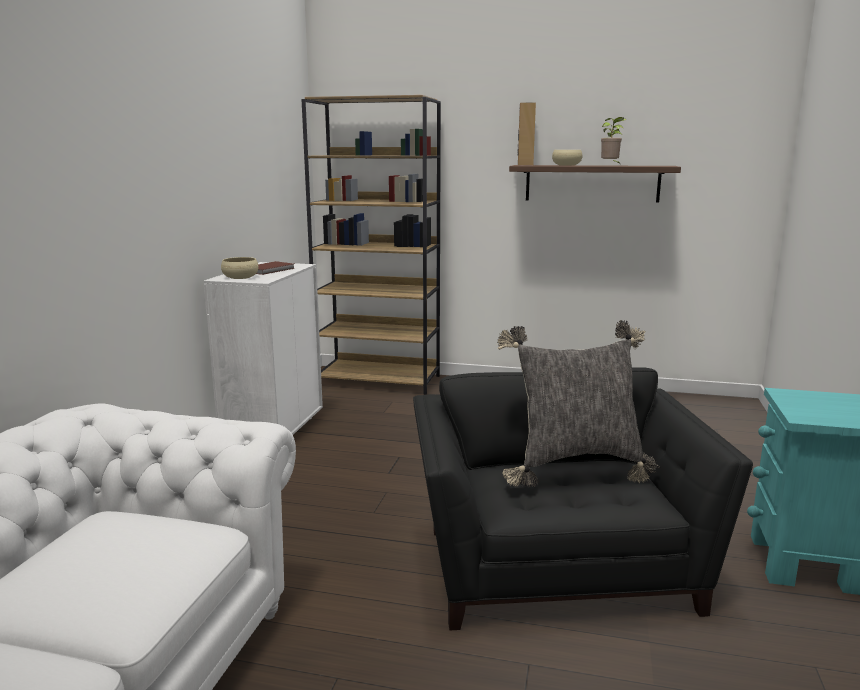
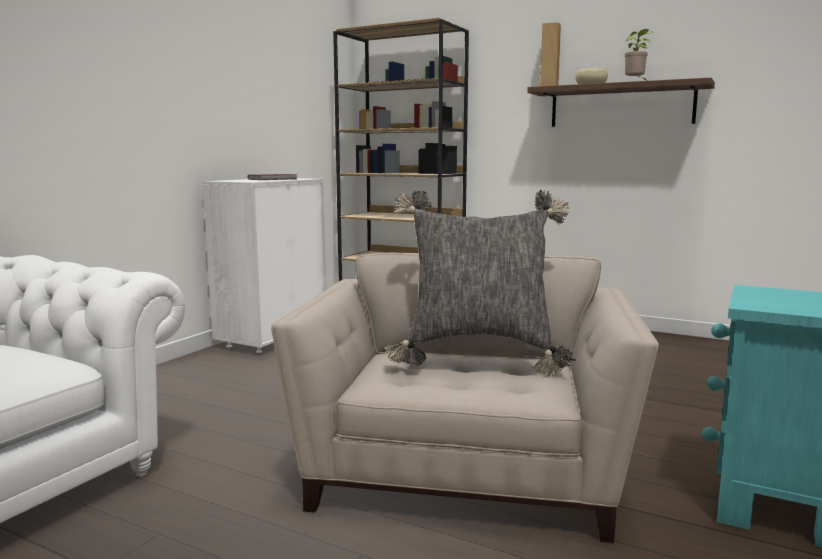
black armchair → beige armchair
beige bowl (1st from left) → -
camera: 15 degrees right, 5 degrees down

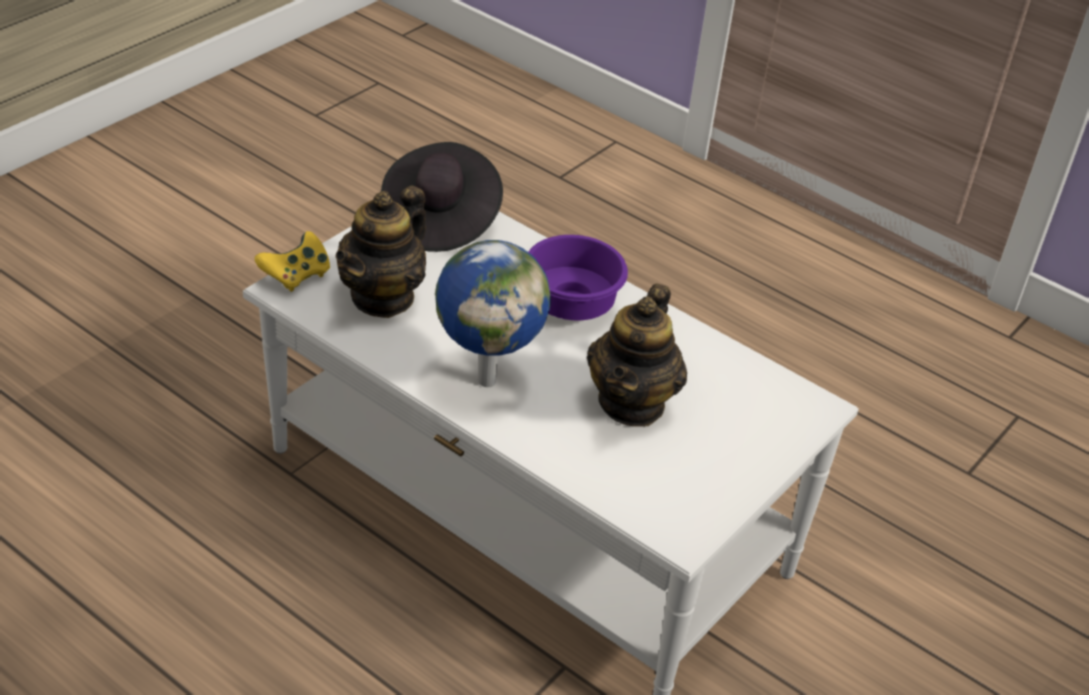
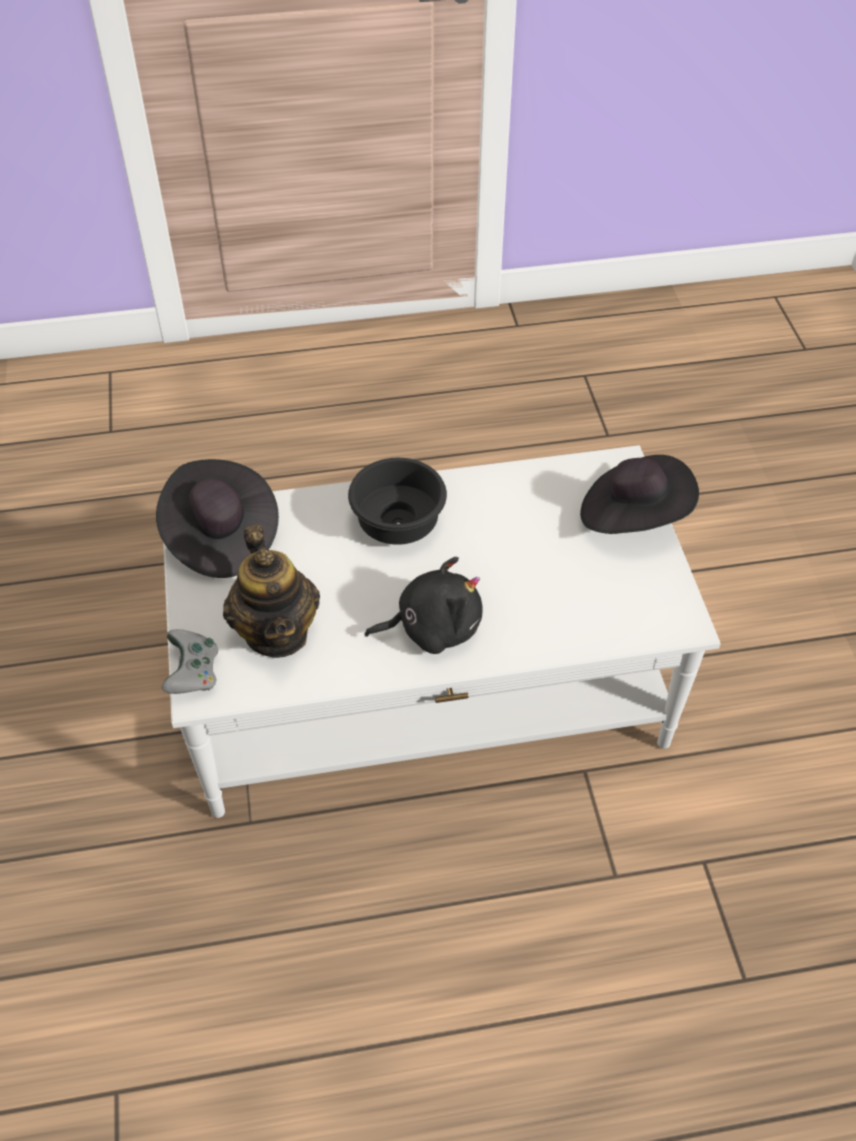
yellow game controller → grey game controller
purple bowl → black bowl
globe → black plush toy
- → black hat (2nd from left)
teapot (2nd from left) → -
camera: 45 degrees left, 10 degrees up

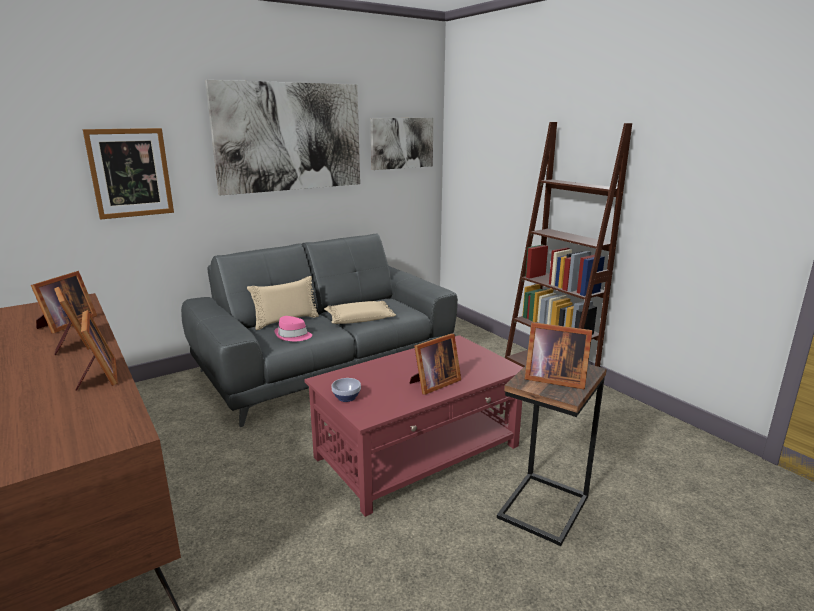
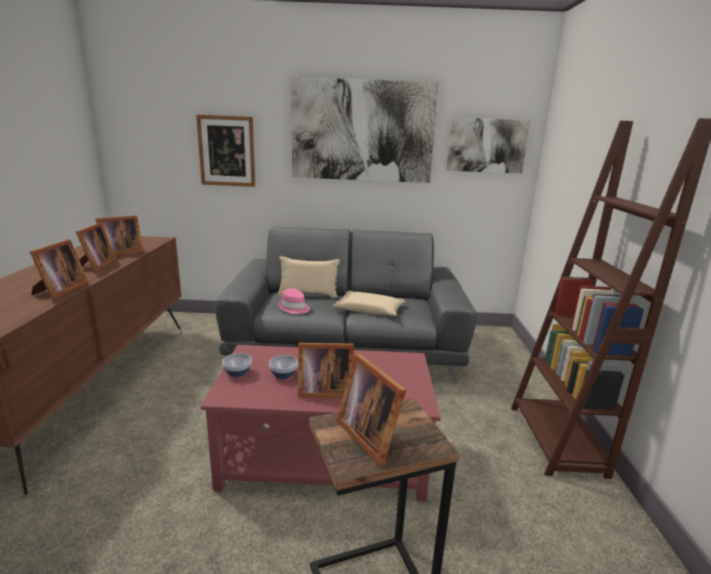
- → bowl (2nd from left)
camera: 35 degrees right, 0 degrees up

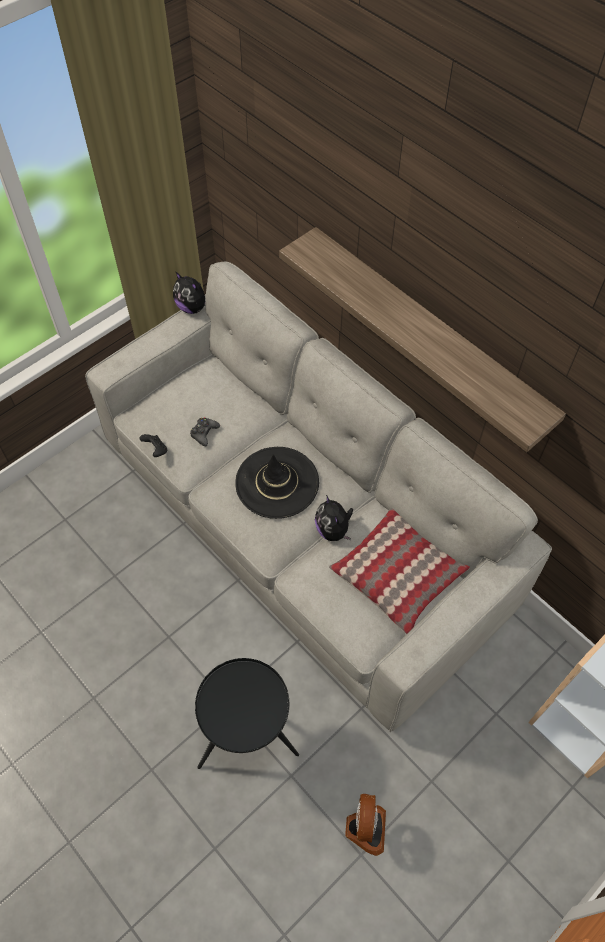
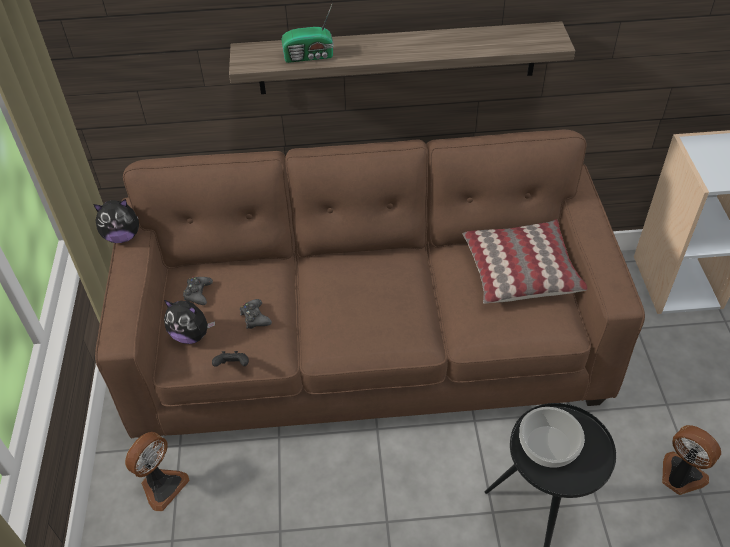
grey sofa → brown sofa
- → fan (1st from left)
plush toy (2nd from left), move
- → black game controller (1st from left)
- → radio
- → bowl
black hat → -
camera: 50 degrees left, 10 degrees down

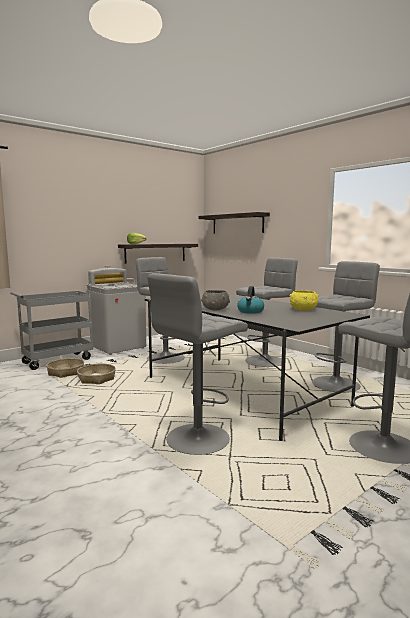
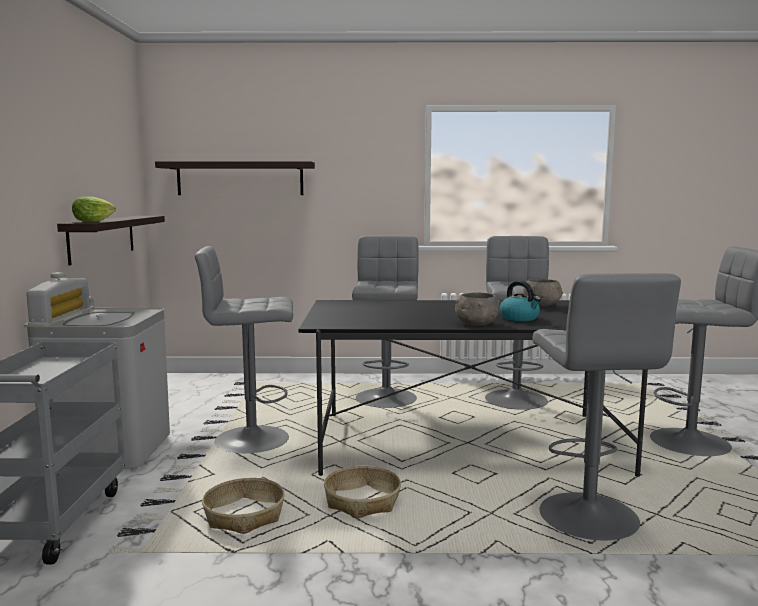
basket (1st from left in the first image) → basket (2nd from left), move
yellow bowl → grey bowl (2nd from left)
camera: 50 degrees left, 0 degrees up

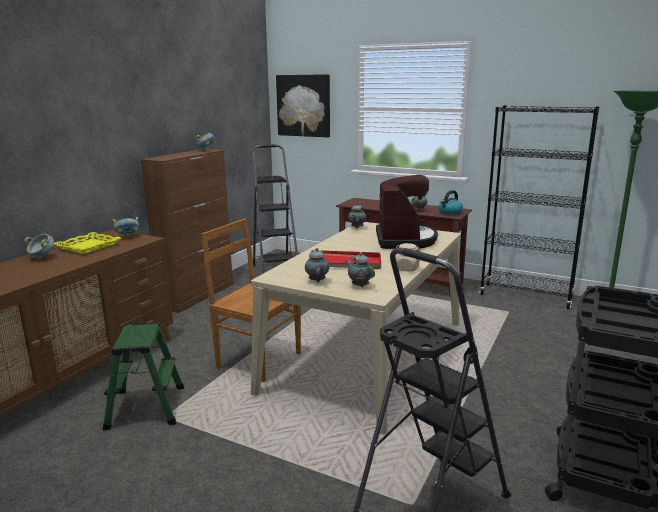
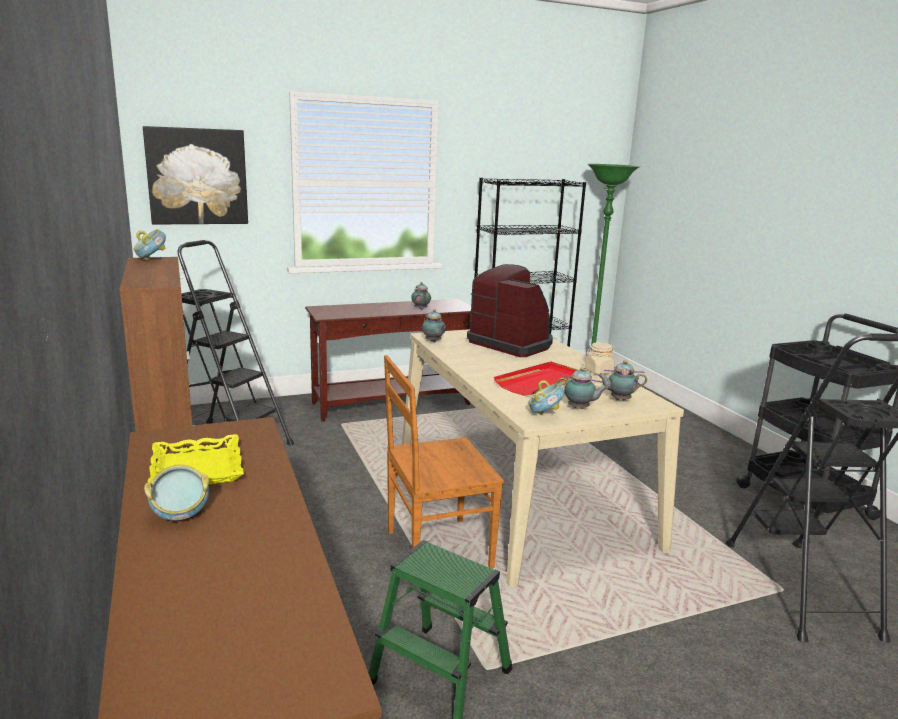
bowl (2nd from left in the first image) → bowl (3rd from left), move
kettle → -
camera: 50 degrees left, 0 degrees up

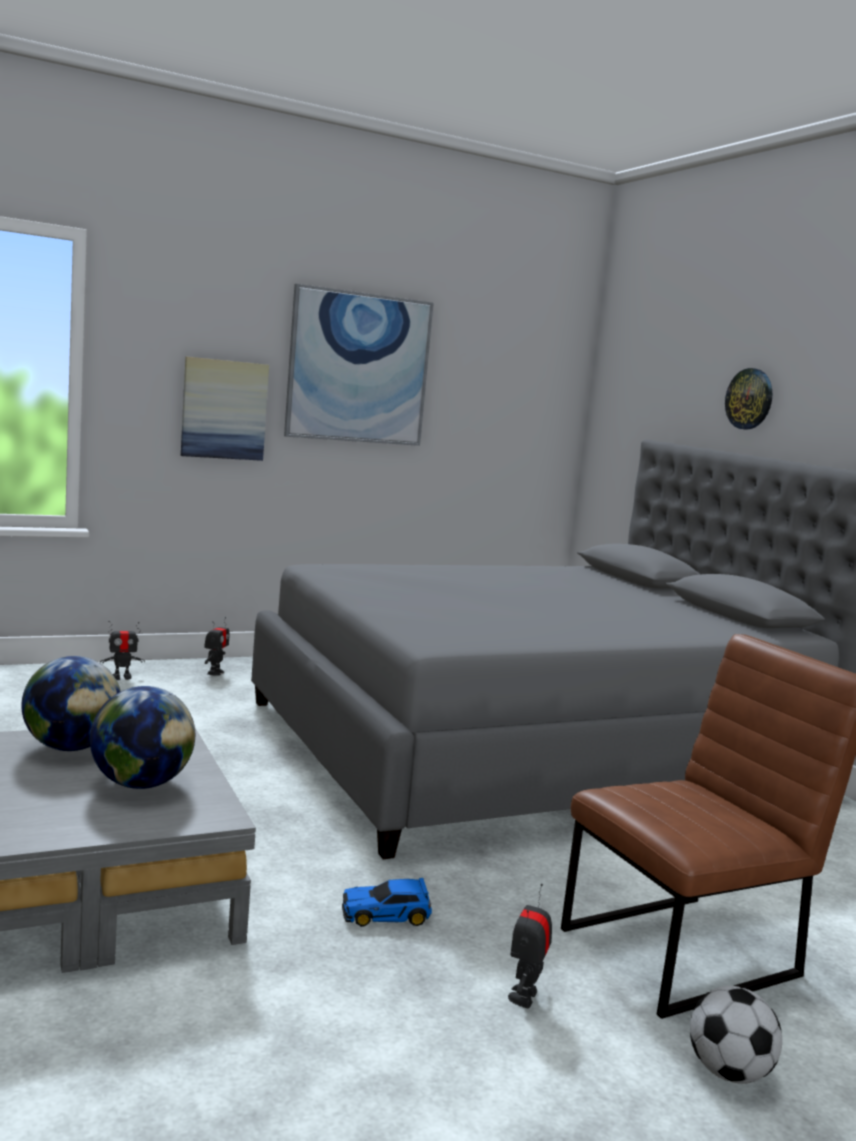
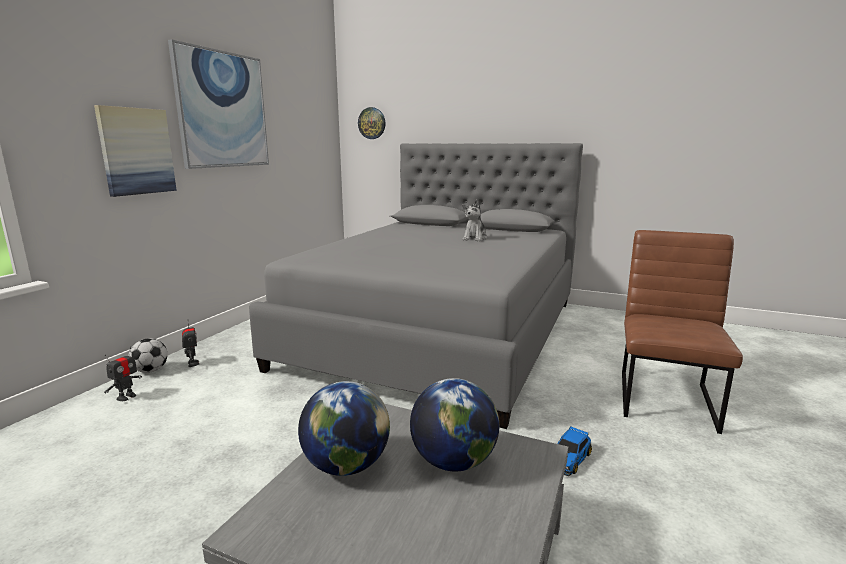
football, move
wall clock, move
- → plush toy
toy robot (3rd from left) → -
camera: 40 degrees left, 5 degrees up

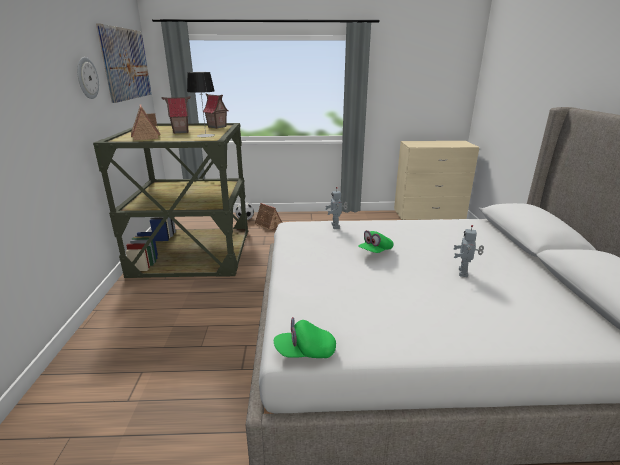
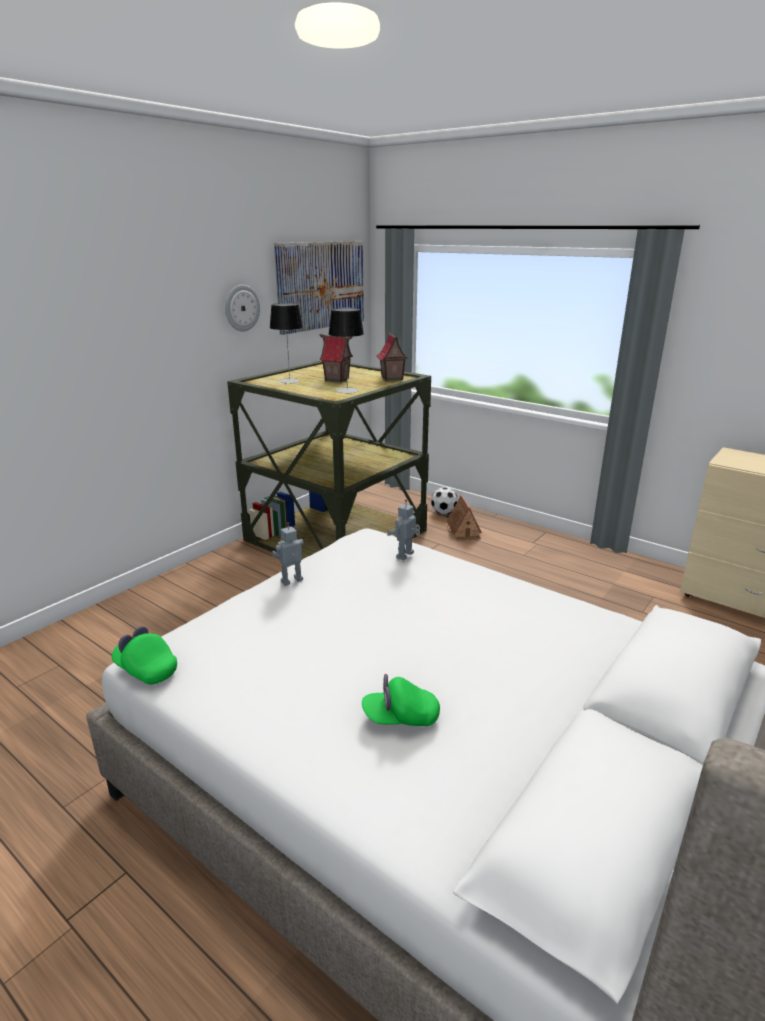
toy house (1st from left) → table lamp (1st from left)
toy robot (2nd from left in the first image) → toy robot (1st from left), move
green cap (2nd from left), move
camera: 40 degrees right, 0 degrees up

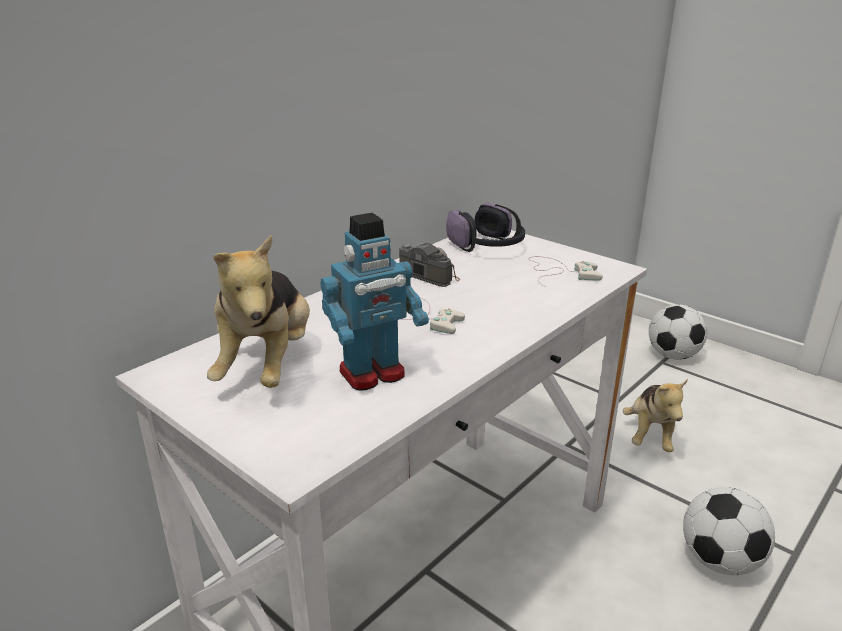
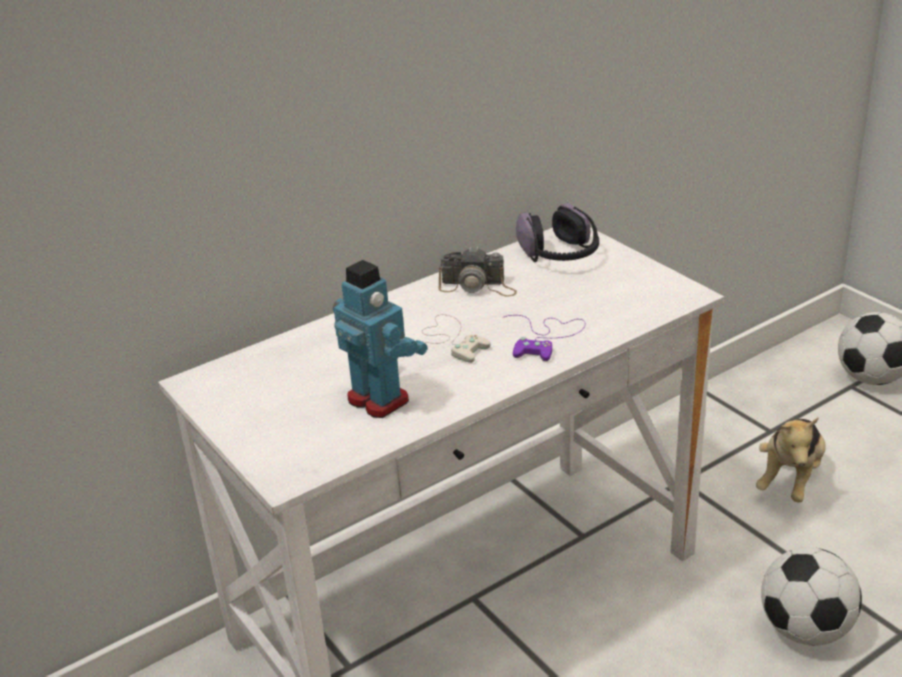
toy robot, 120 degrees counterclockwise
photo camera, 135 degrees clockwise
- → purple game controller
plush toy (1st from left) → -
white game controller (2nd from left) → -
camera: 15 degrees right, 5 degrees up

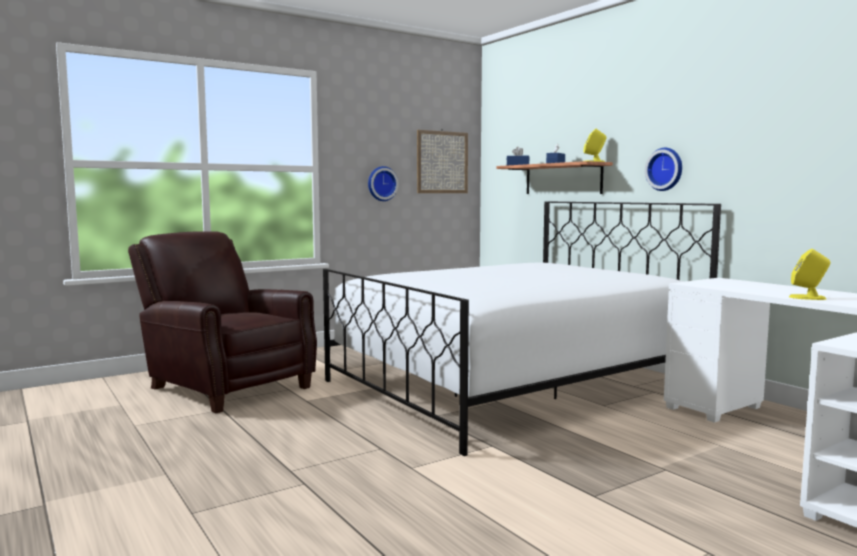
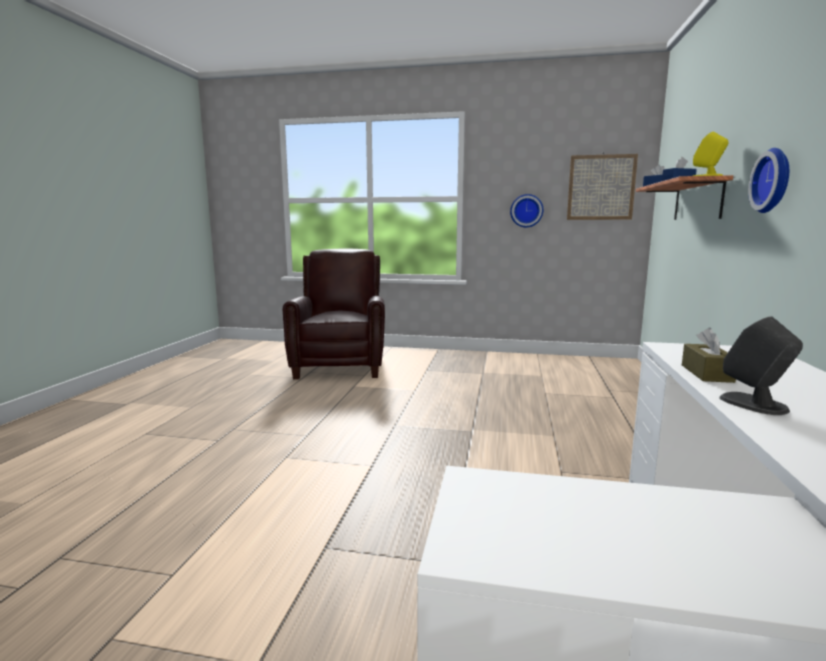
- → brown tissue box
yellow speaker (2nd from left) → grey speaker
white bed → -
camera: 45 degrees right, 5 degrees up

